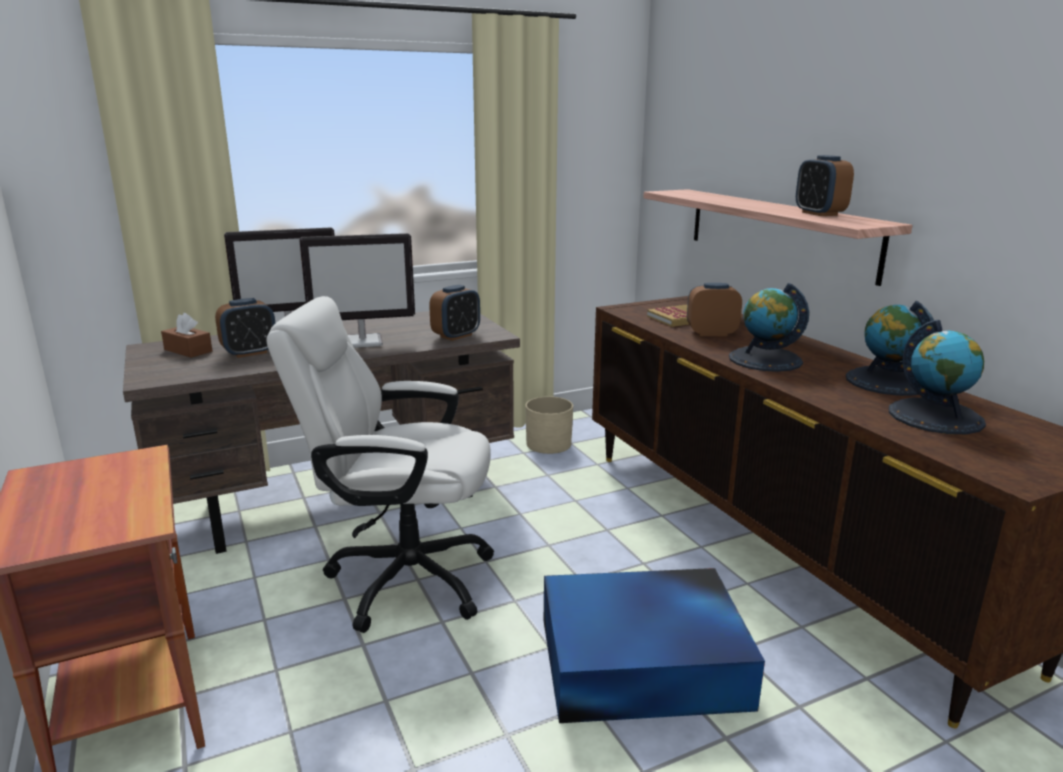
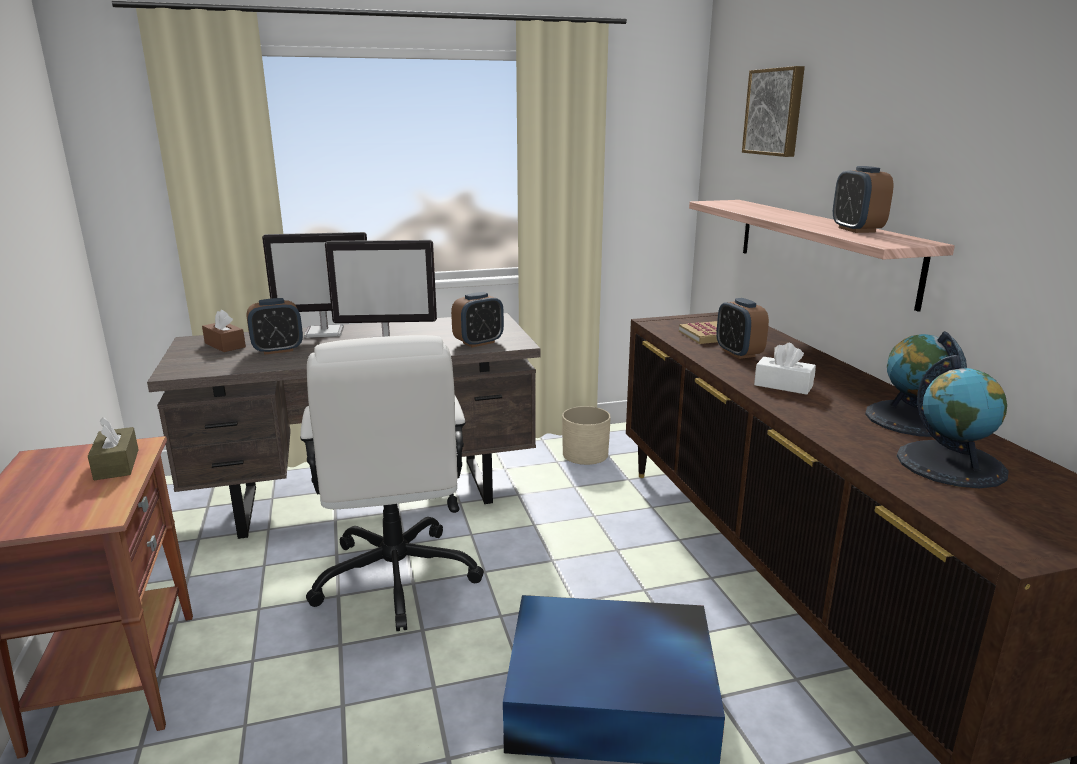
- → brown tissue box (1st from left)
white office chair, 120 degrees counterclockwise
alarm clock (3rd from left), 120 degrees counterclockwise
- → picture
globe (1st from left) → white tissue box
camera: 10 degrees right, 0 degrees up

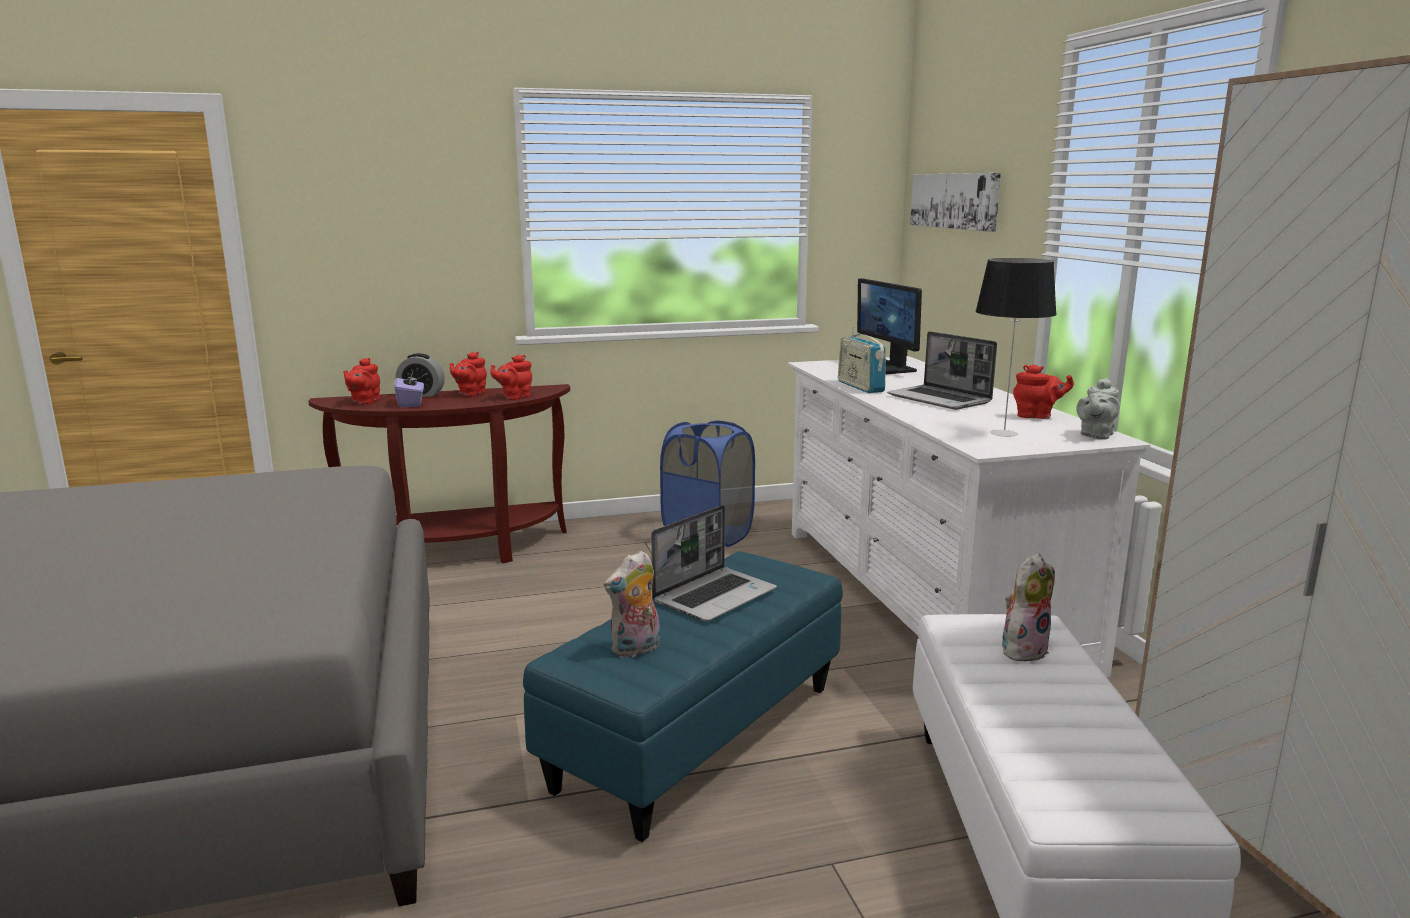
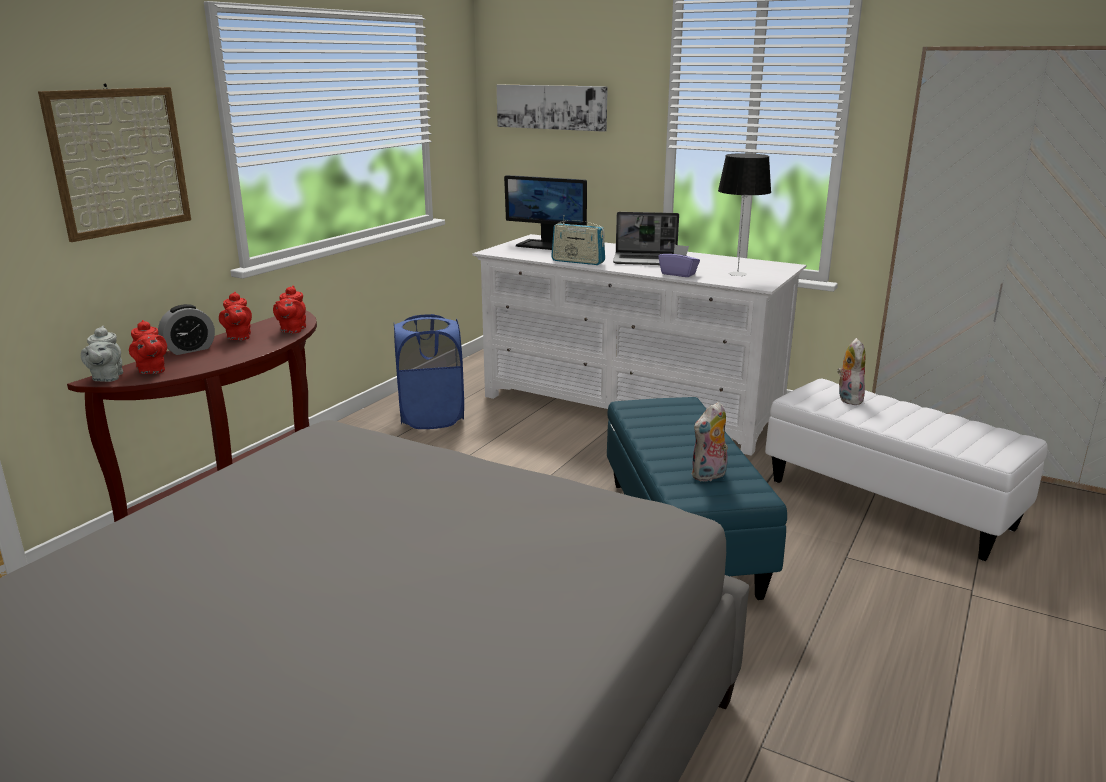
- → picture (1st from left)
grey teapot, move
purple tissue box, move
plush toy (1st from left), 45 degrees clockwise
laptop (1st from left) → -
red teapot (4th from left) → -
camera: 45 degrees left, 5 degrees up

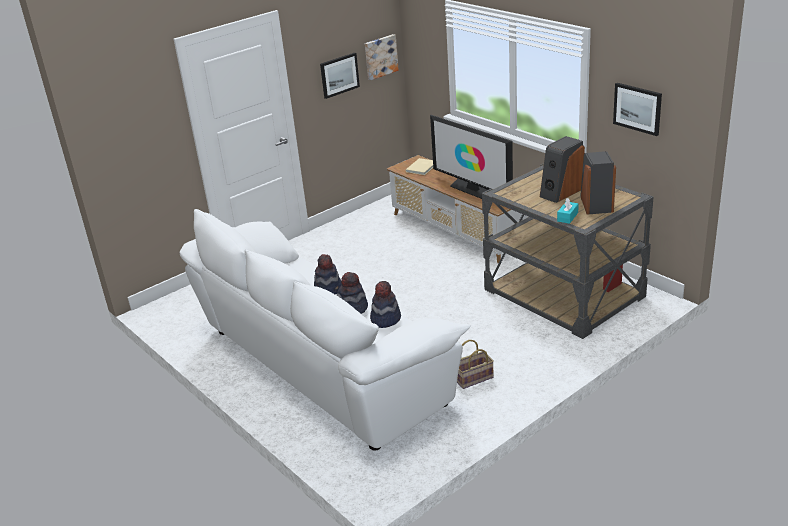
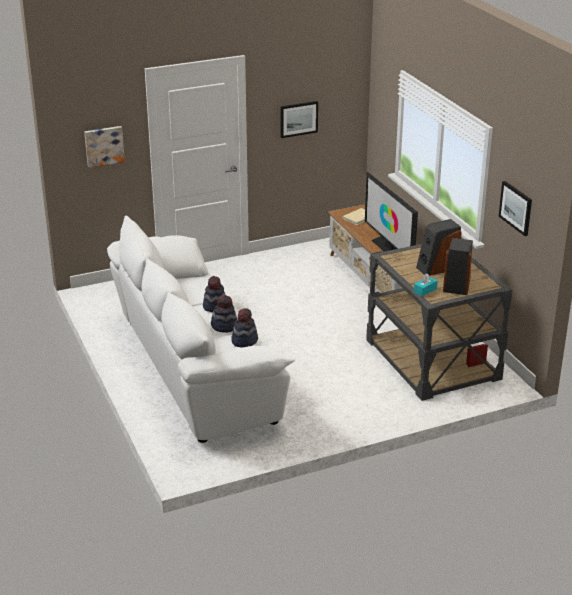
picture (2nd from left in the first image) → picture (1st from left), move
basket → -
camera: 15 degrees right, 0 degrees up

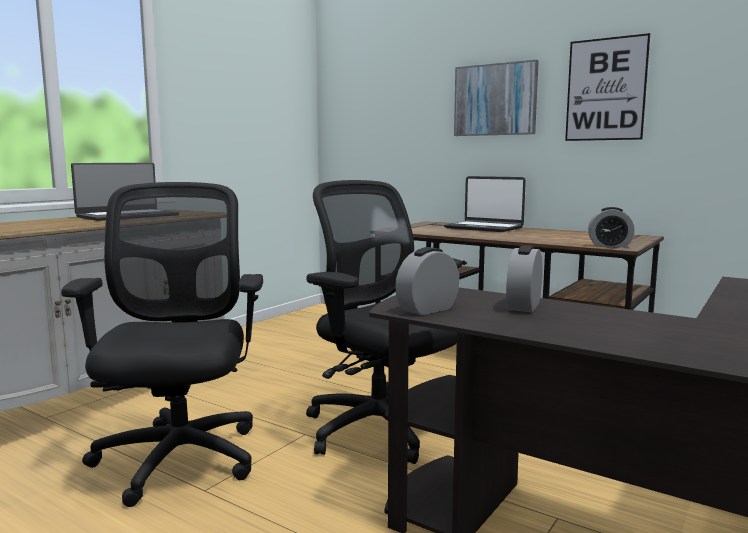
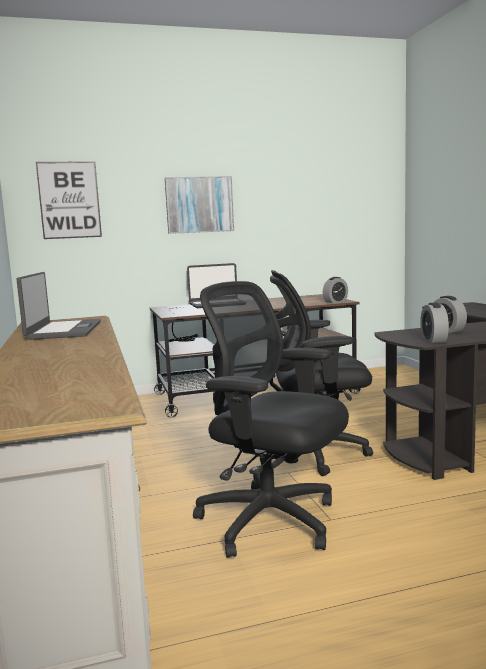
picture (2nd from left in the first image) → picture (1st from left), move
camera: 50 degrees left, 0 degrees up

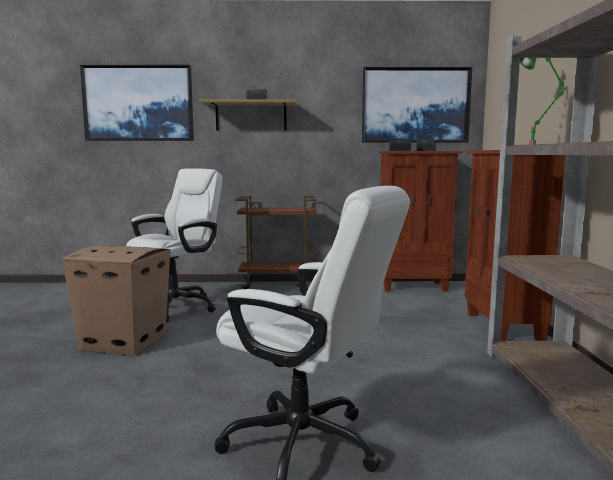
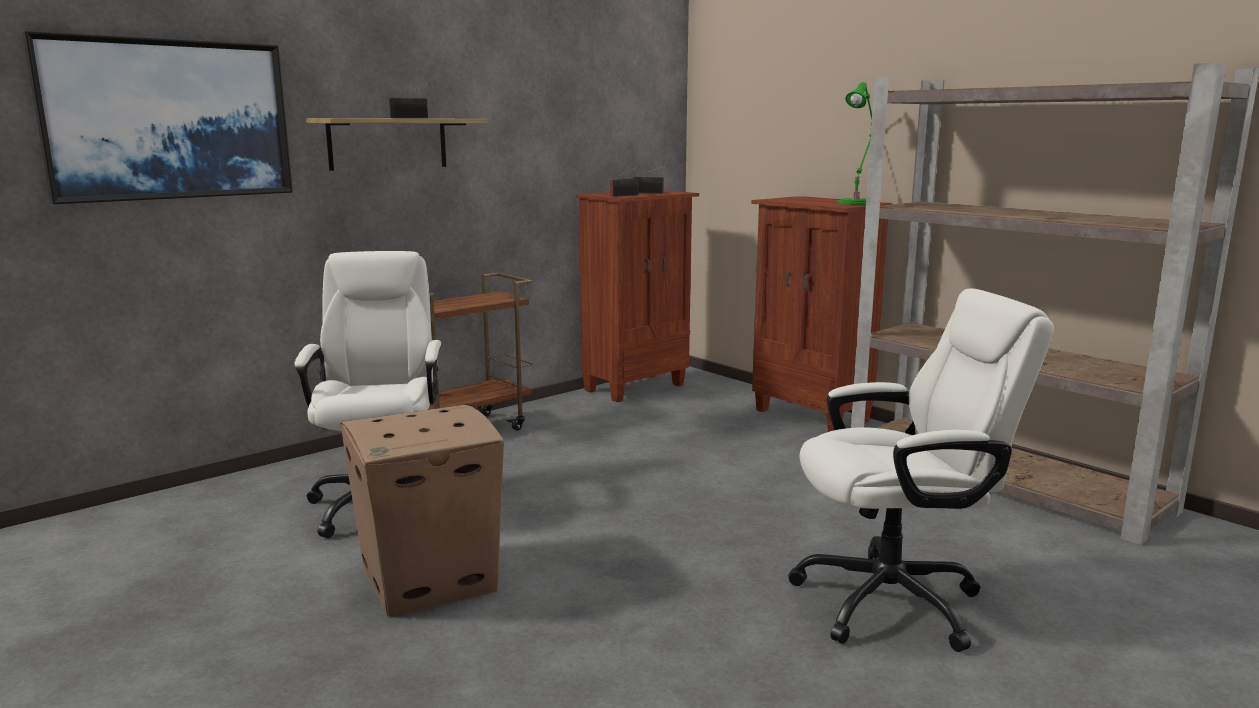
picture (2nd from left) → -
camera: 40 degrees left, 5 degrees up

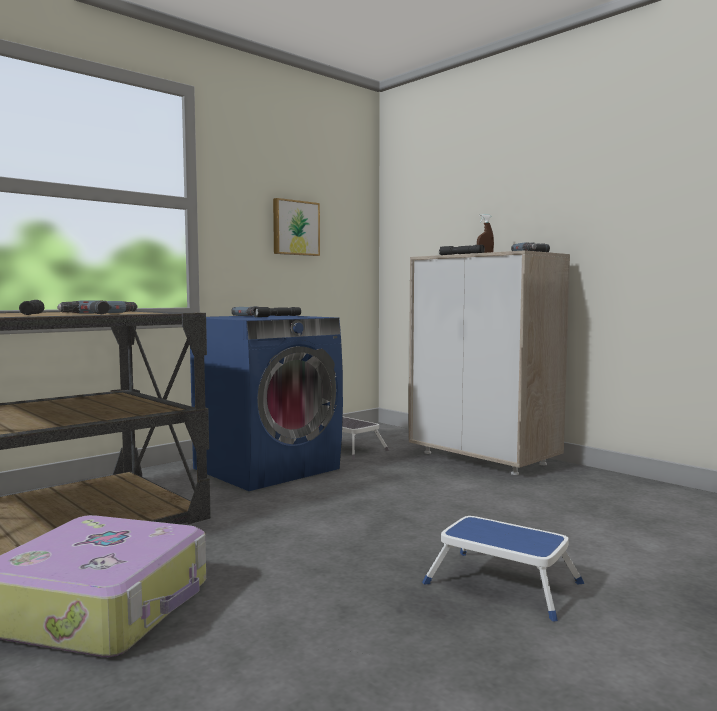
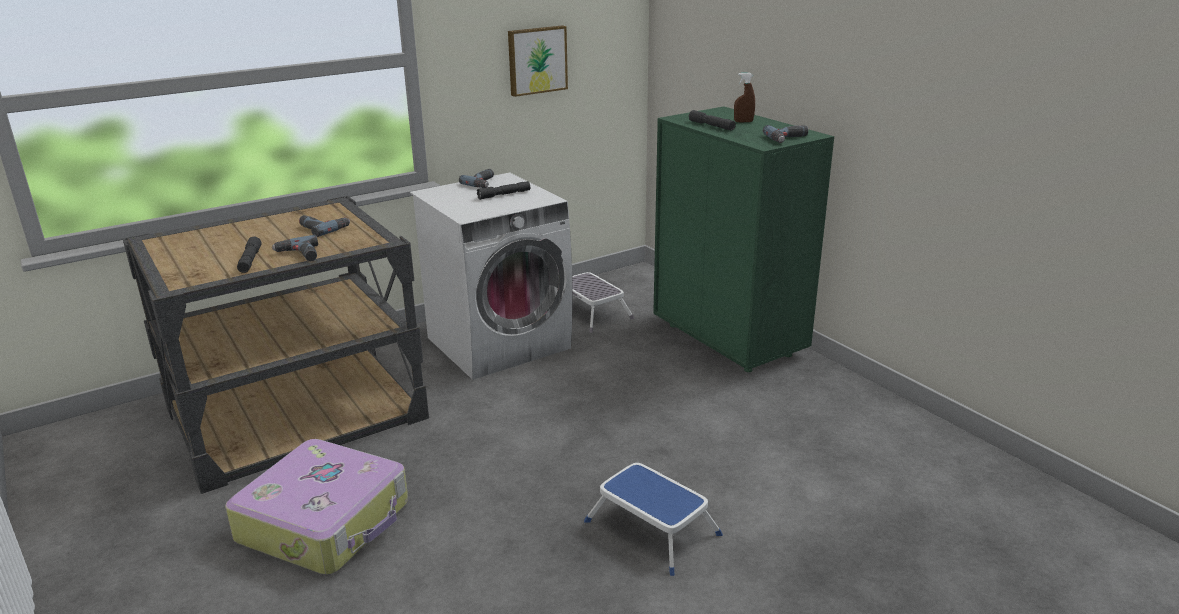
blue washing machine → white washing machine
beige cabinet → green cabinet
camera: 10 degrees right, 20 degrees up

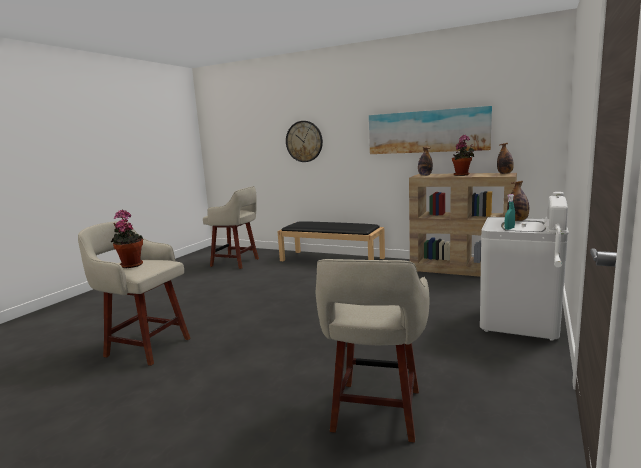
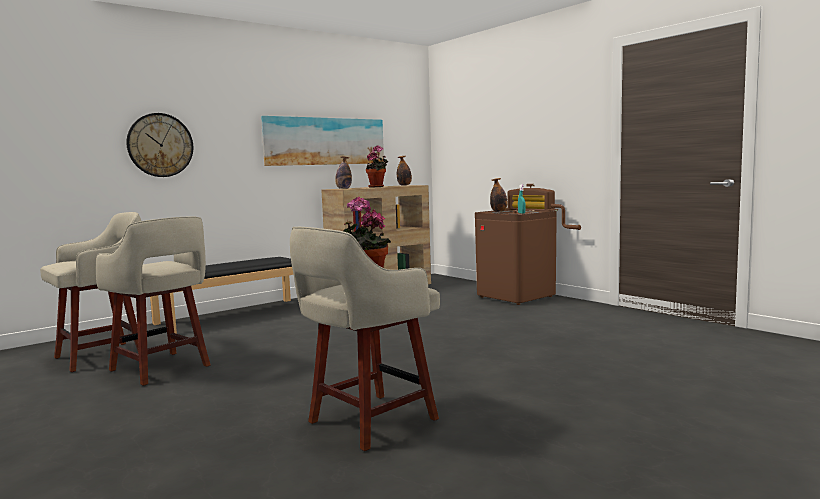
beige stool (3rd from left in the first image) → beige stool (2nd from left), move
white washing machine → brown washing machine
camera: 65 degrees left, 5 degrees down

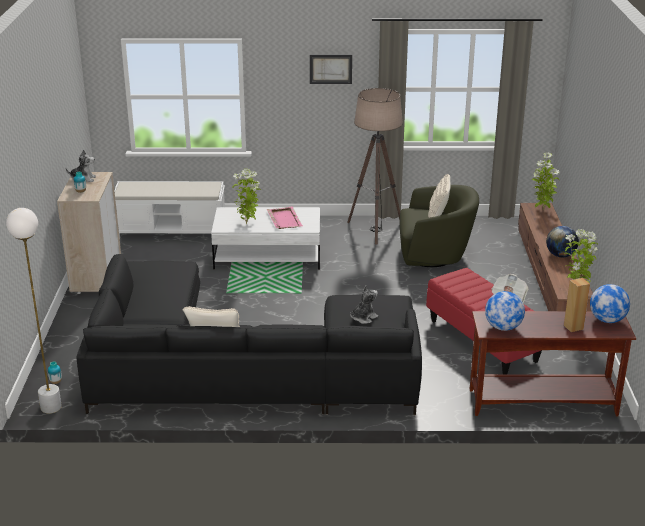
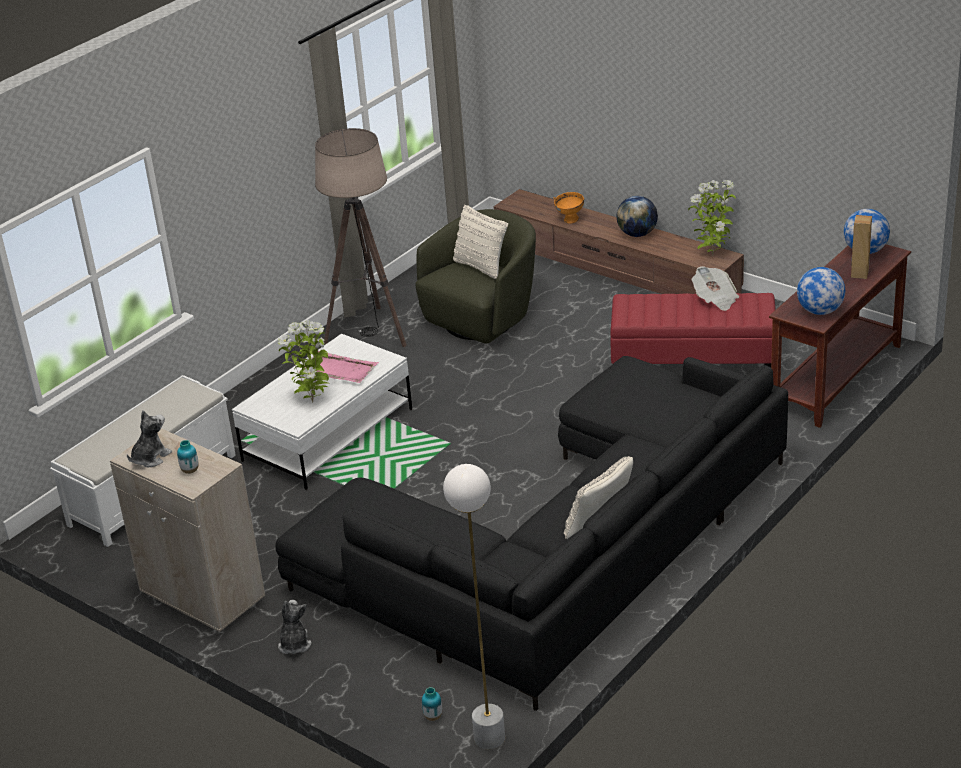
plush toy (2nd from left), move
- → orange bowl
picture → -
potted plant (2nd from left) → -
camera: 50 degrees left, 5 degrees up

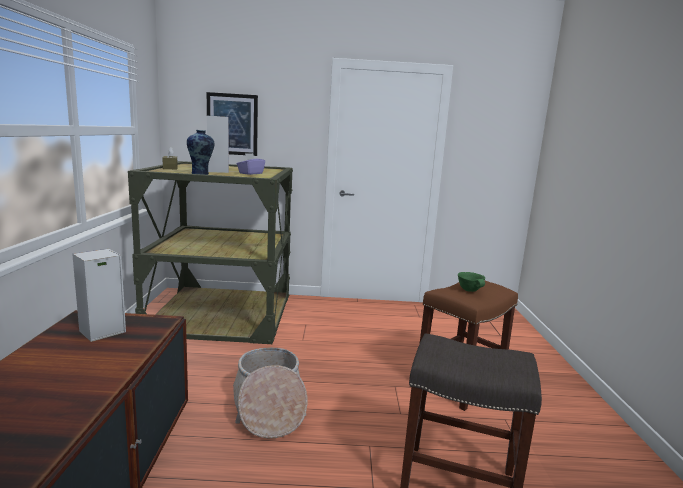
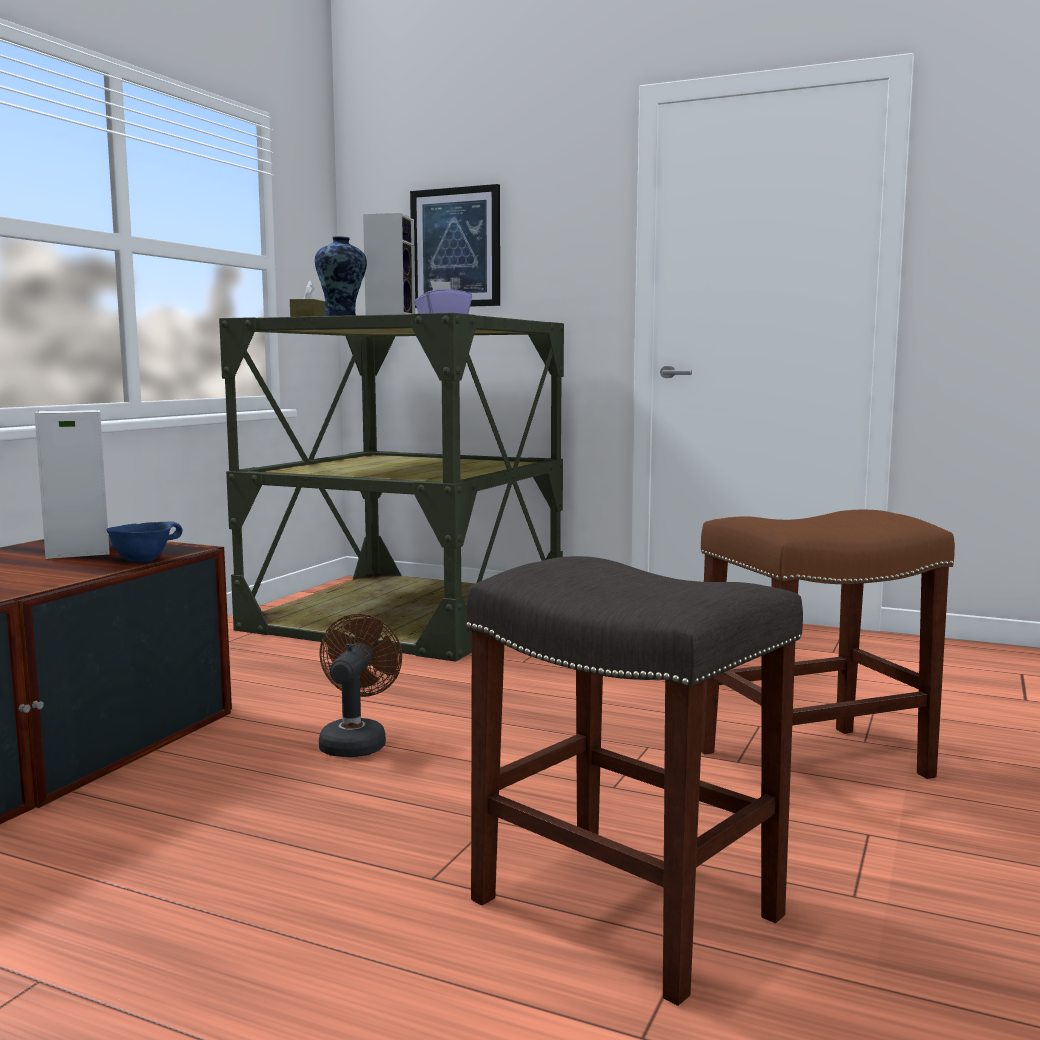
- → blue bowl
basket → brown fan
green bowl → -
camera: 25 degrees right, 5 degrees down

